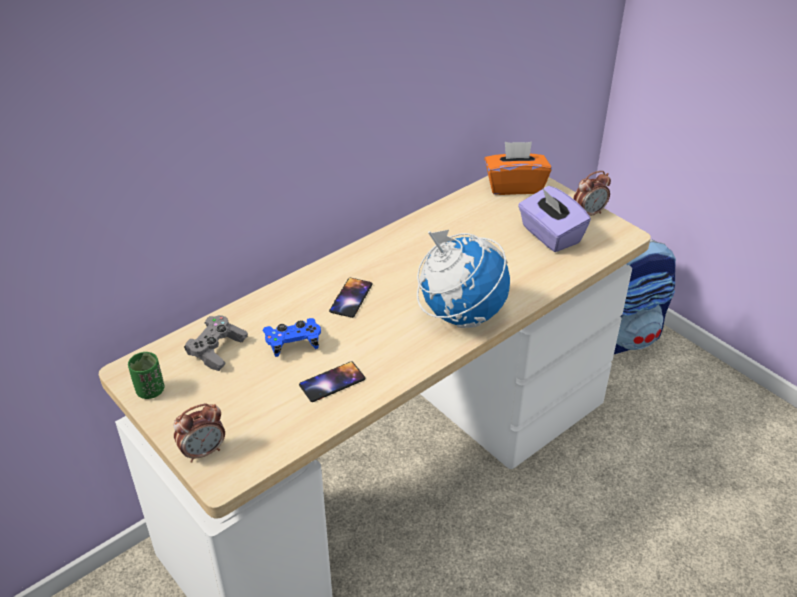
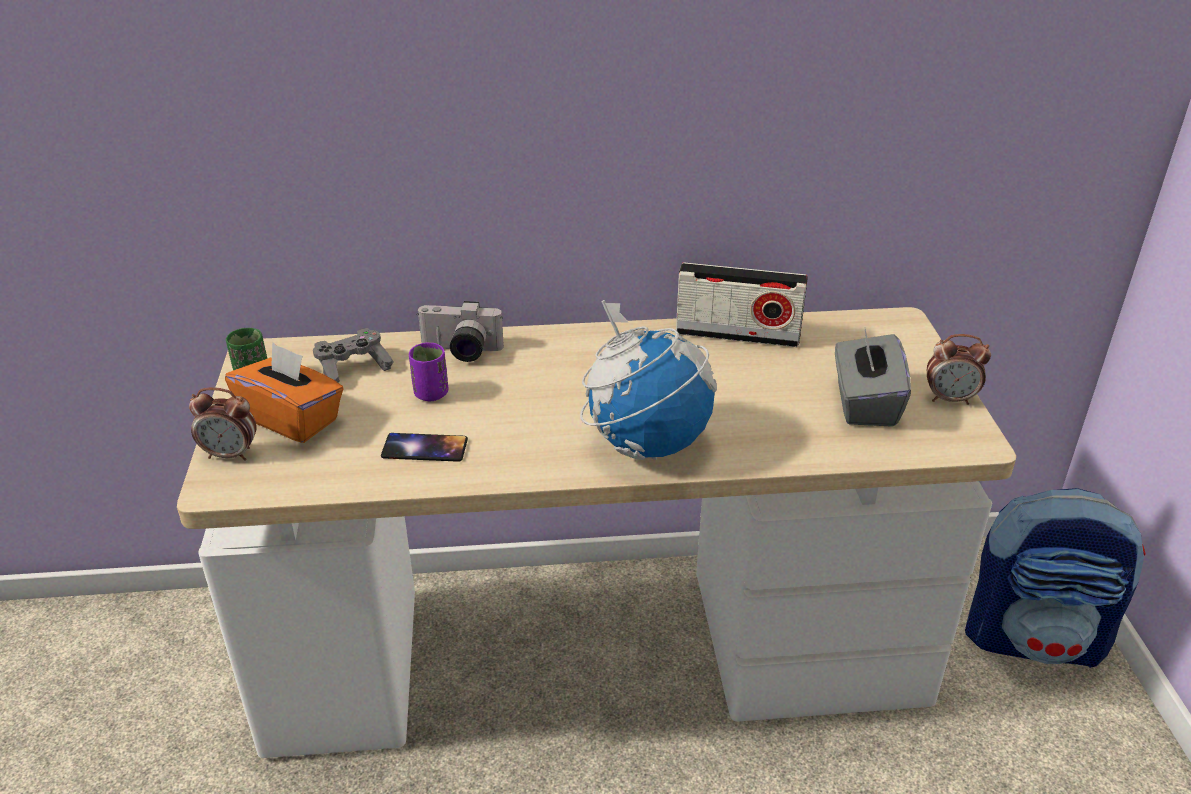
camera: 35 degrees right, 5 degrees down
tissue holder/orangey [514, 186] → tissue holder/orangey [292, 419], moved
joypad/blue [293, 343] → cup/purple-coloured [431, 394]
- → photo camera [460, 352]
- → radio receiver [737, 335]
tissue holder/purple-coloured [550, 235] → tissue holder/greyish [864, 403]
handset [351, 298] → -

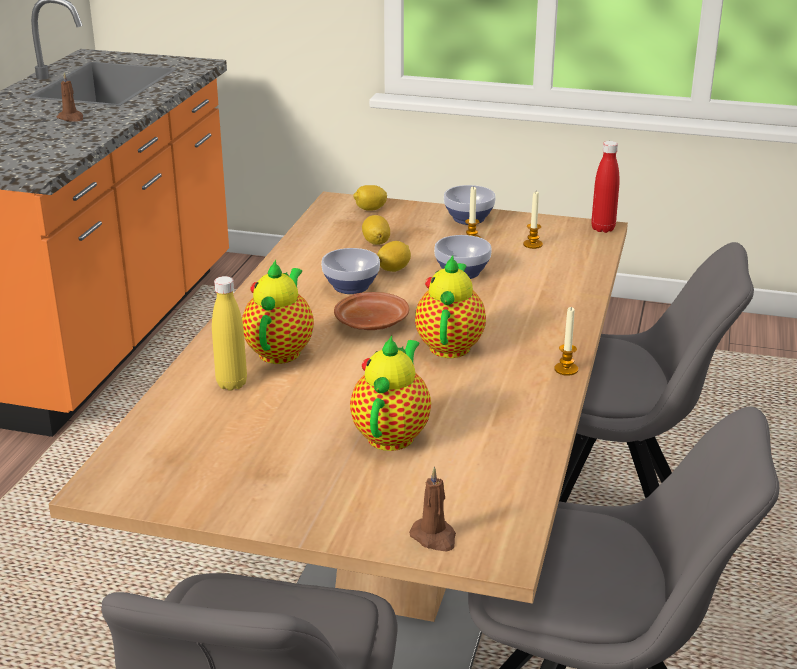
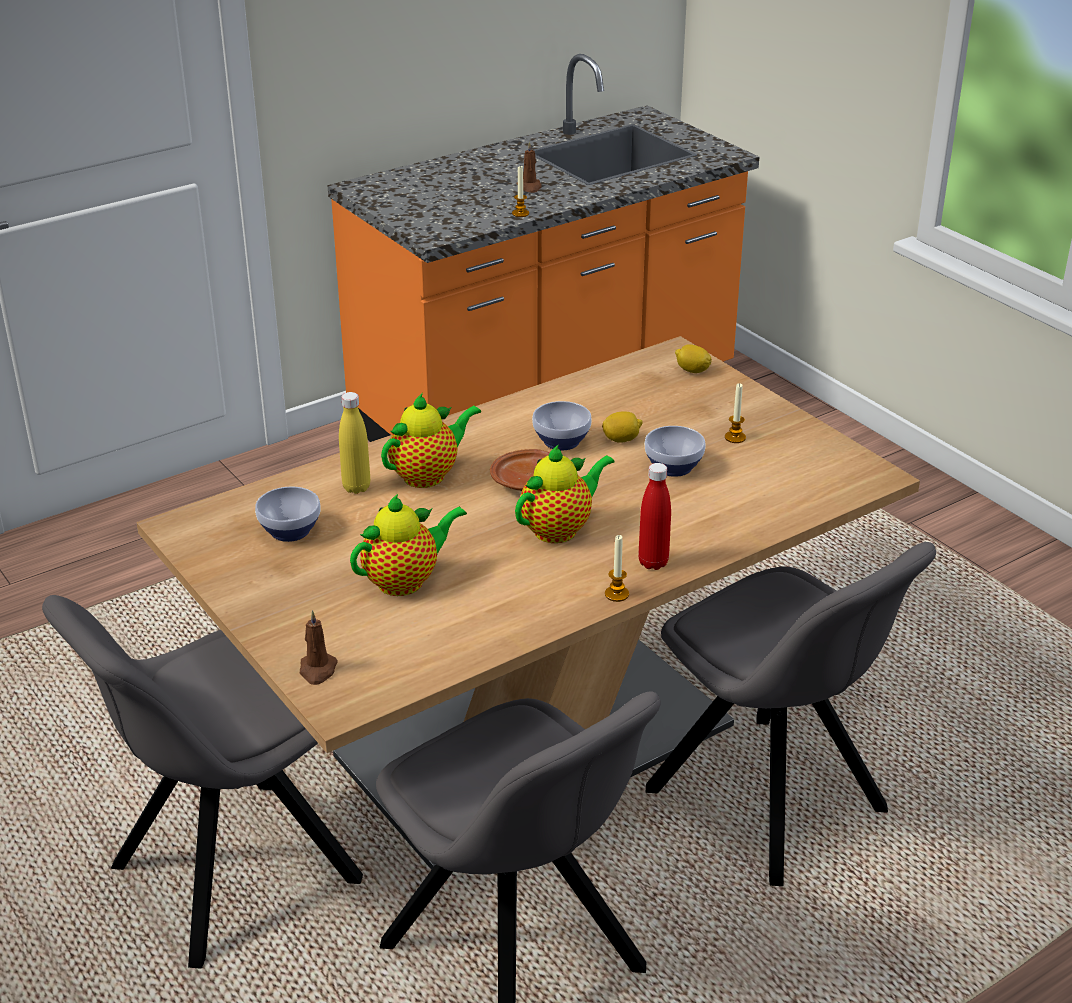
camera: 40 degrees right, 5 degrees up
deep dish [467, 219] → deep dish [290, 530], moved
wax light [532, 244] → wax light [520, 213], moved
beverage bottle/red [603, 228] → beverage bottle/red [653, 563], moved
lemon [376, 242] → -

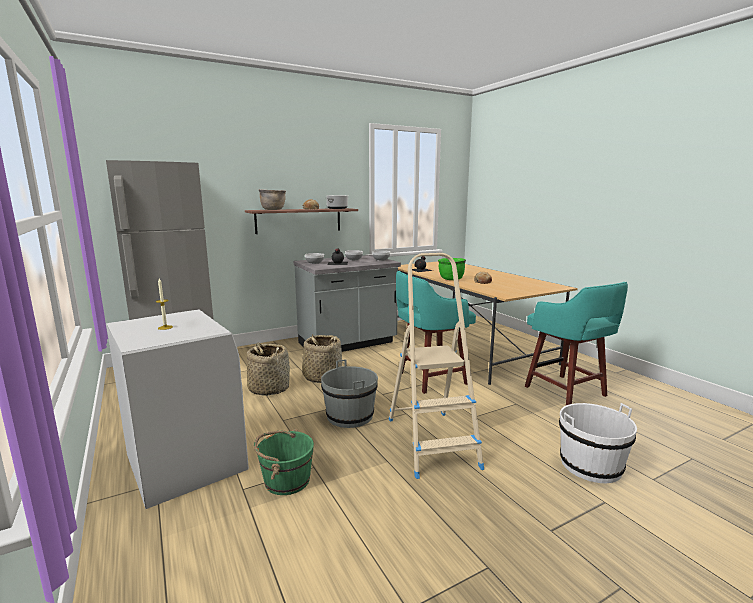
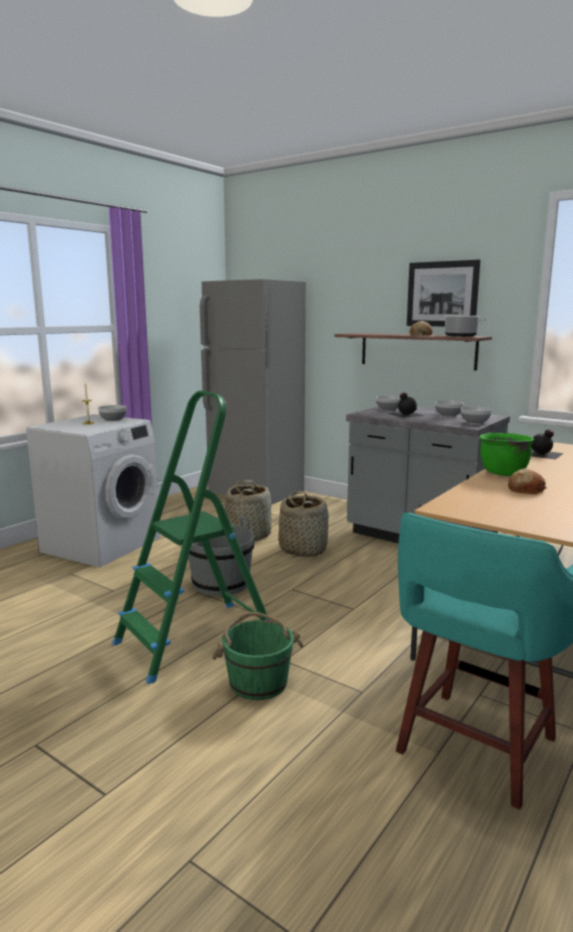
camera: 65 degrees right, 0 degrees up
- → deep dish [112, 419]
step ladder/beige-coloured [432, 442] → step ladder/green [193, 640]
pail/green [286, 480] → pail/green [258, 682], moved
- → wall art [442, 294]
cooking pot/brown-coloured [273, 209] → -
sitting stool/turquoise-coloured [430, 379] → -
pail/white-coloured [591, 466] → -

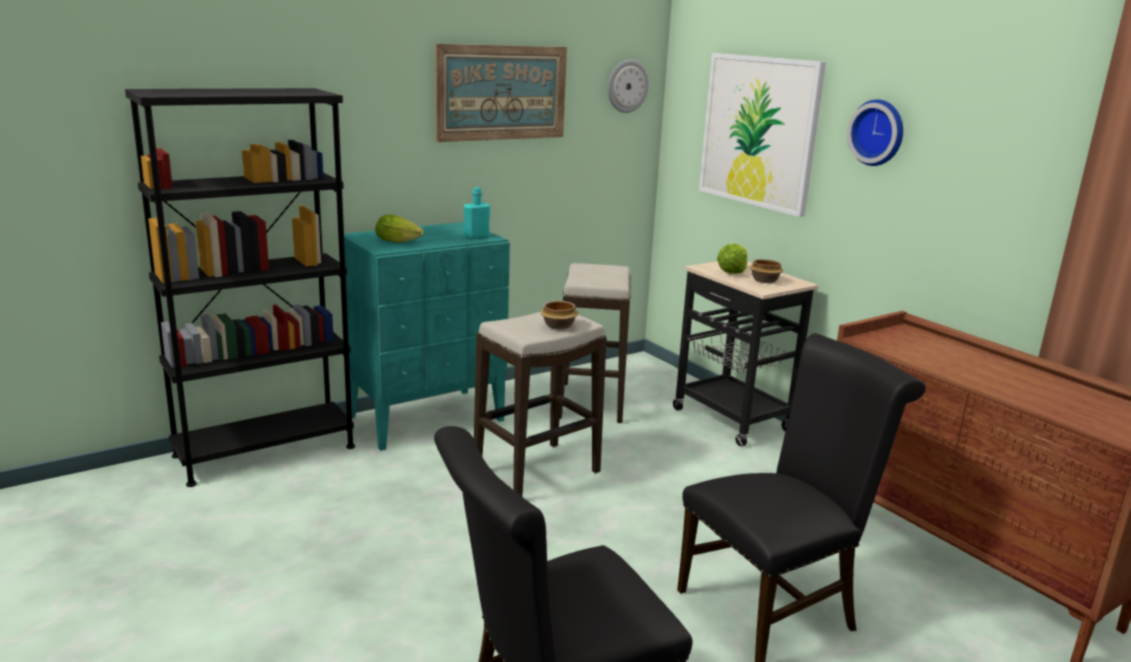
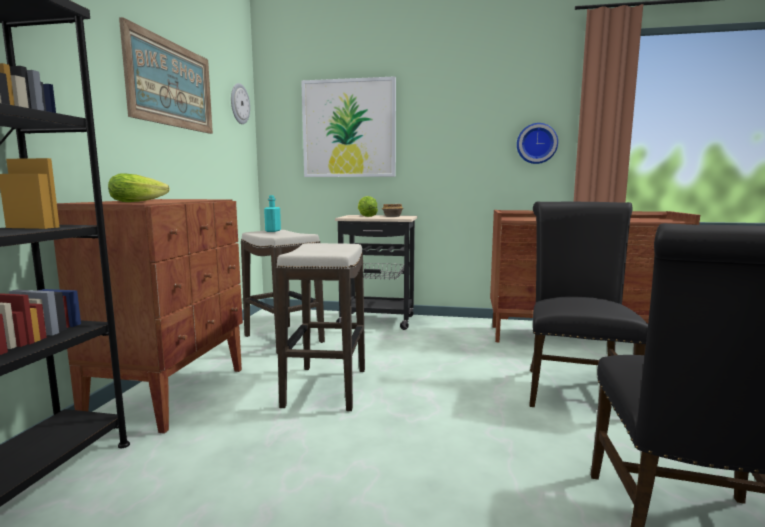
camera: 45 degrees left, 10 degrees down
drawer chest/turquoise-coloured [428, 419] → drawer chest/brown-coloured [173, 393]
beverage bottle/turquoise-coloured [476, 237] → beverage bottle/turquoise-coloured [273, 231], moved
hanging clock [878, 132] → hanging clock [536, 143], moved
deep dish [559, 326] → -

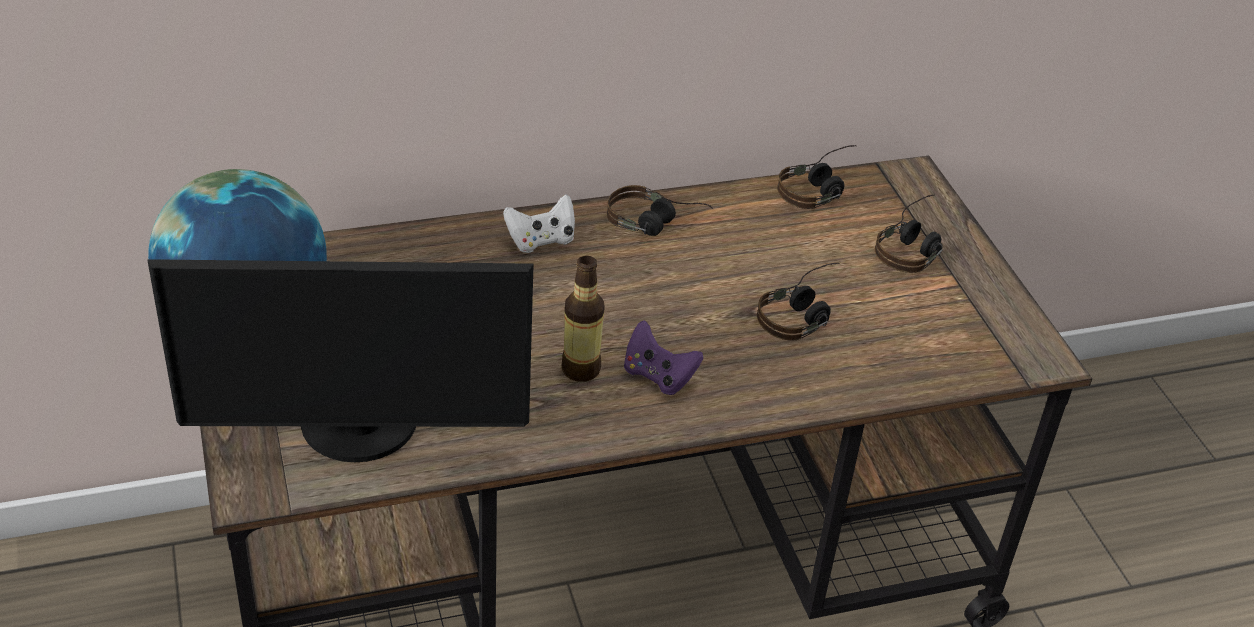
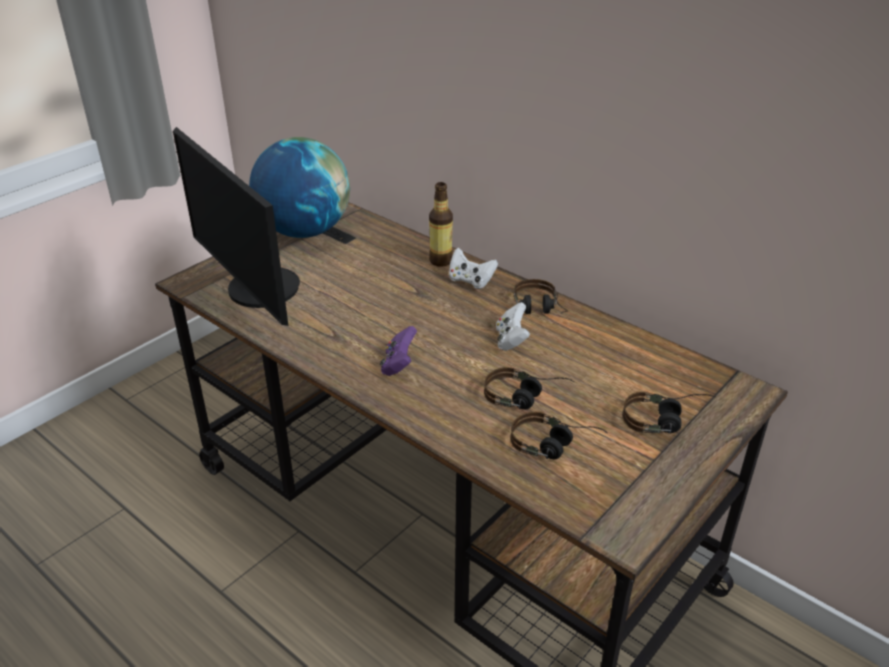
camera: 60 degrees right, 5 degrees down
beverage bottle [580, 369] → beverage bottle [441, 261], moved
- → joypad/white-coloured [511, 340]
headset [820, 189] → headset [555, 447], moved

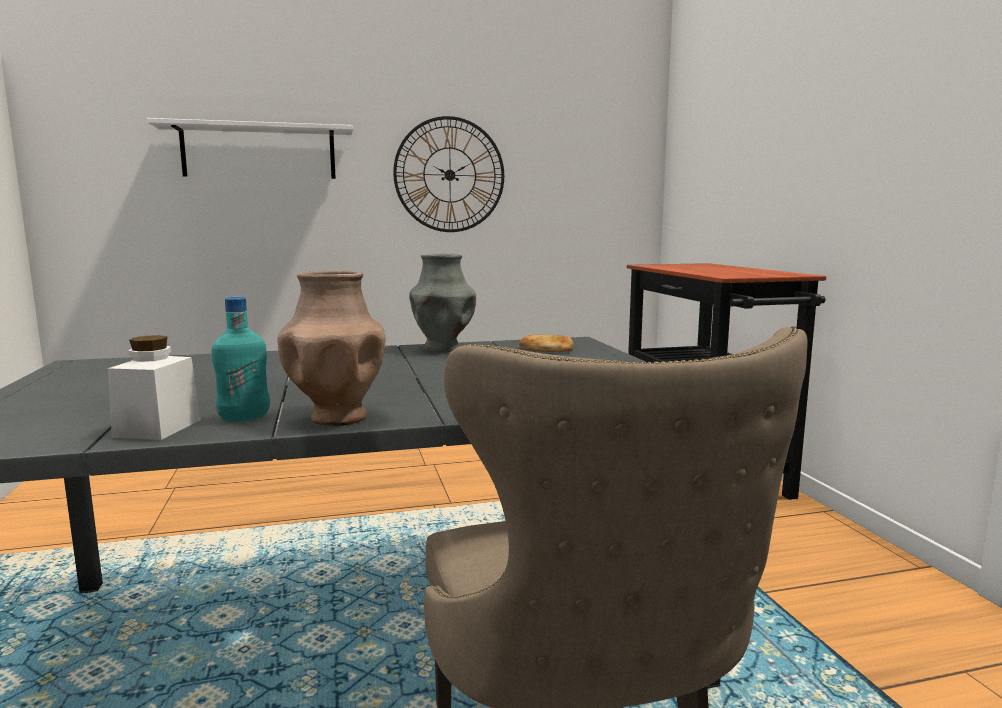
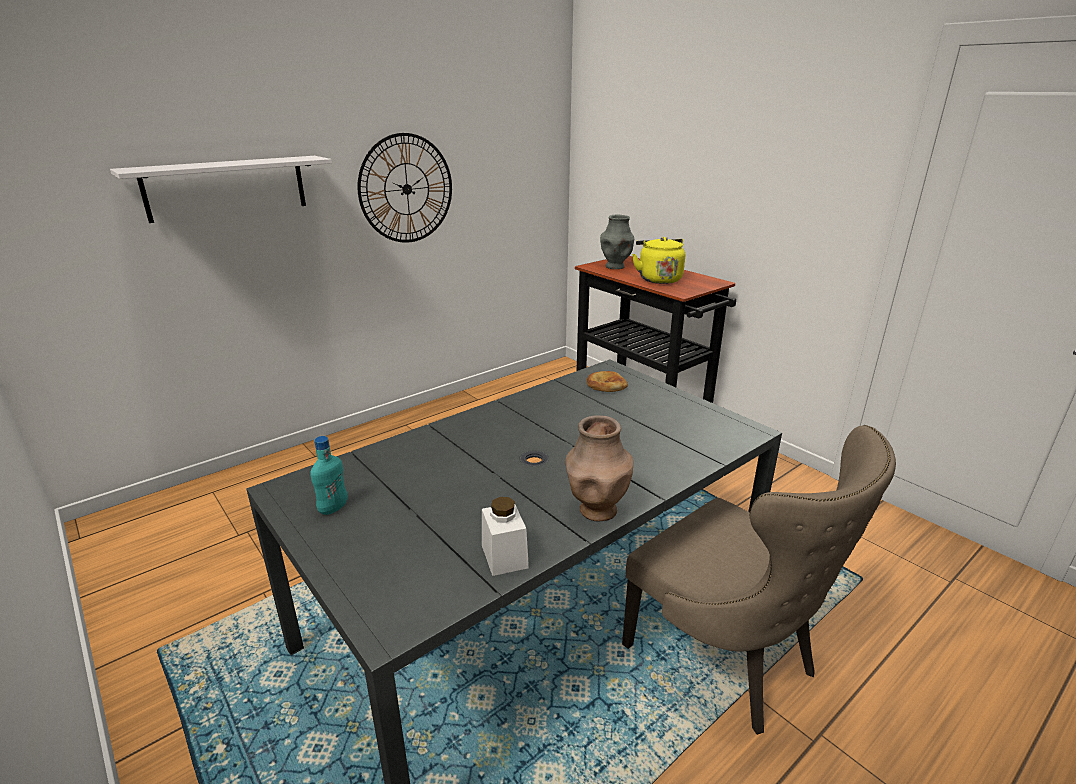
camera: 25 degrees left, 15 degrees up
beverage bottle/turquoise-coloured [244, 418] → beverage bottle/turquoise-coloured [333, 508], moved
decorative vase/greyish [442, 348] → decorative vase/greyish [615, 267], moved
- → water kettle/yellow [658, 279]

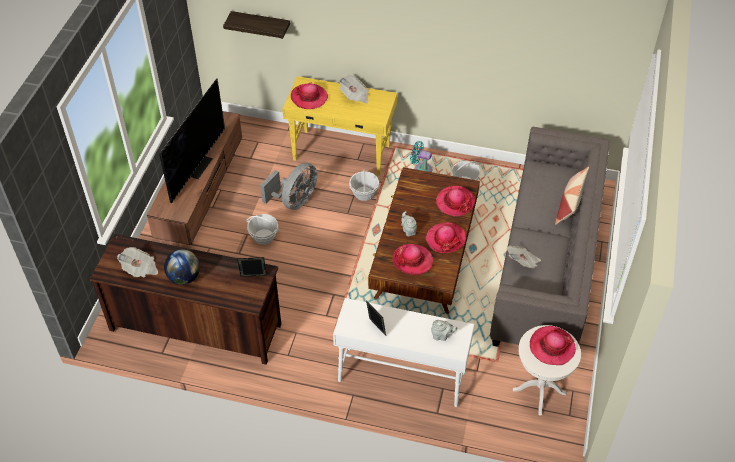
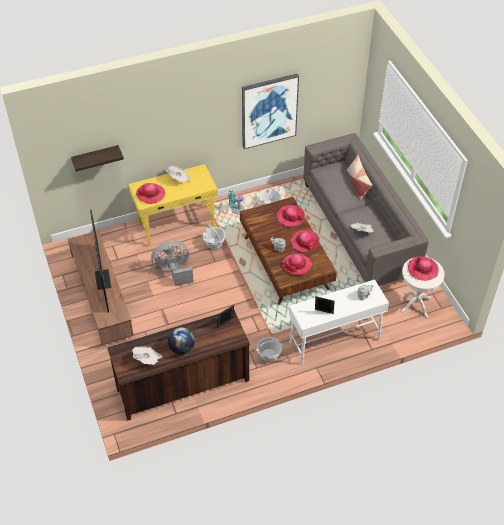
camera: 35 degrees left, 0 degrees up
cooling fan/greyish [294, 201] → cooling fan/greyish [173, 271], 105 degrees counterclockwise
- → wall art [269, 110]
household basket [264, 237] → household basket [269, 355], moved

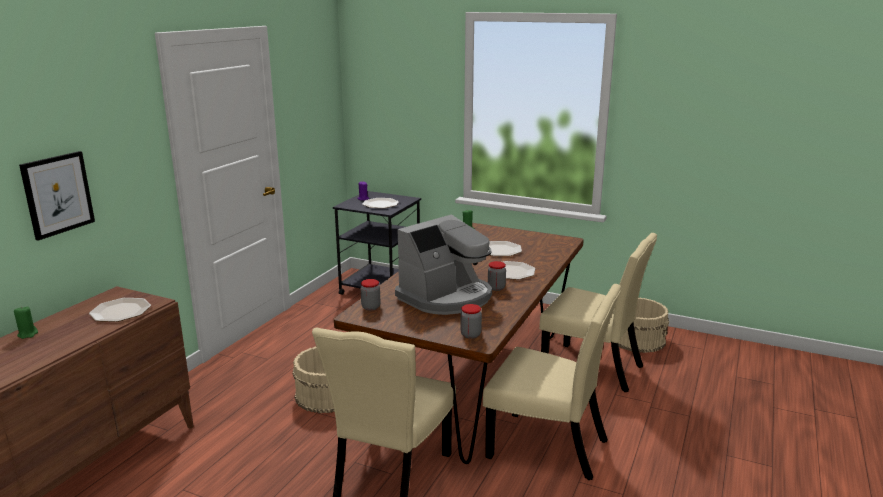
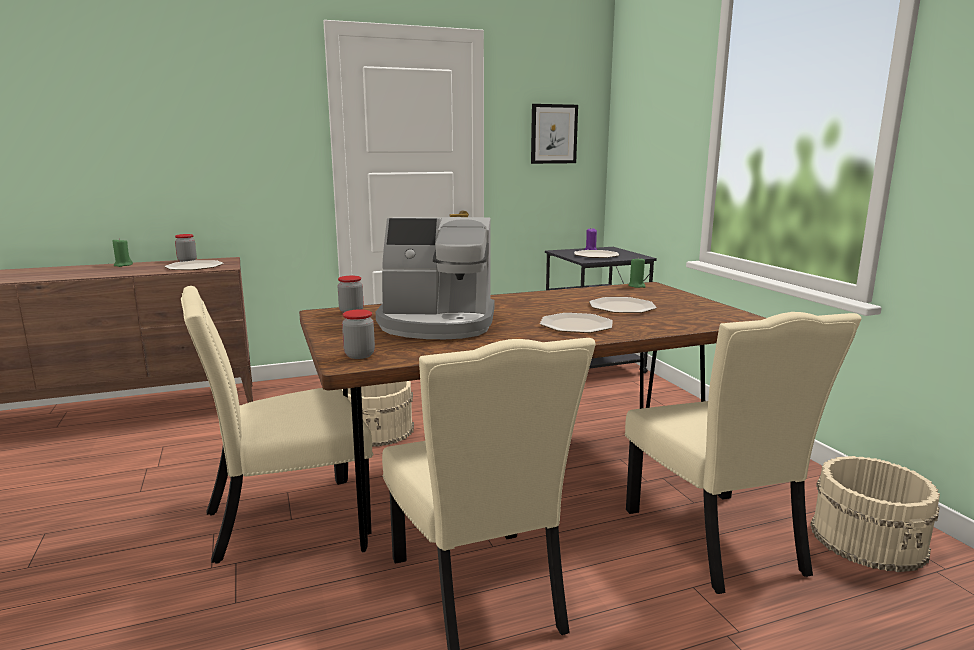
camera: 45 degrees right, 5 degrees down
jar [496, 288] → jar [187, 261], moved
wall art [58, 194] → wall art [553, 134], moved

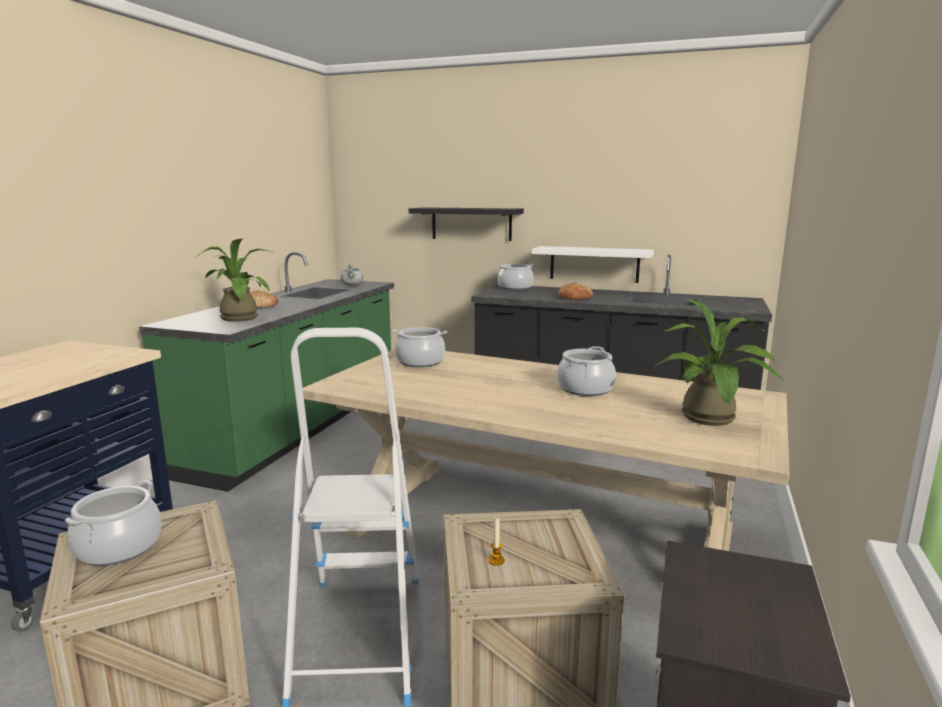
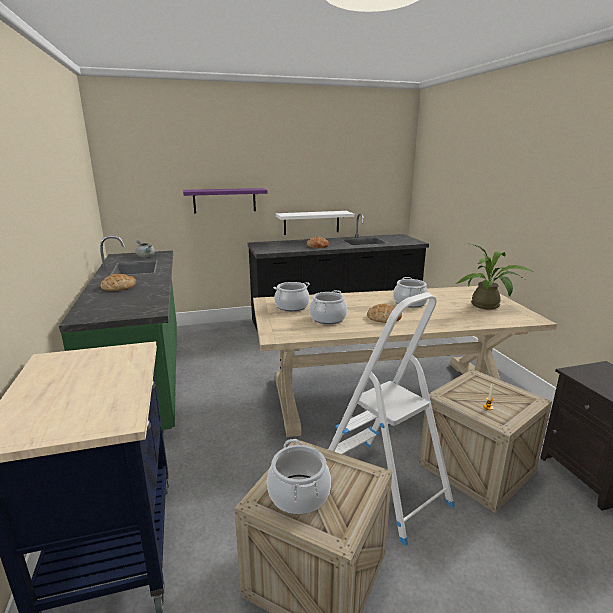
camera: 35 degrees left, 5 degrees up
bracket shelf/black [471, 224] → bracket shelf/purple-coloured [224, 200]
cooking pot [515, 288] → cooking pot [327, 318], moved
- → bread [383, 317]
houseplant [239, 317] → -

